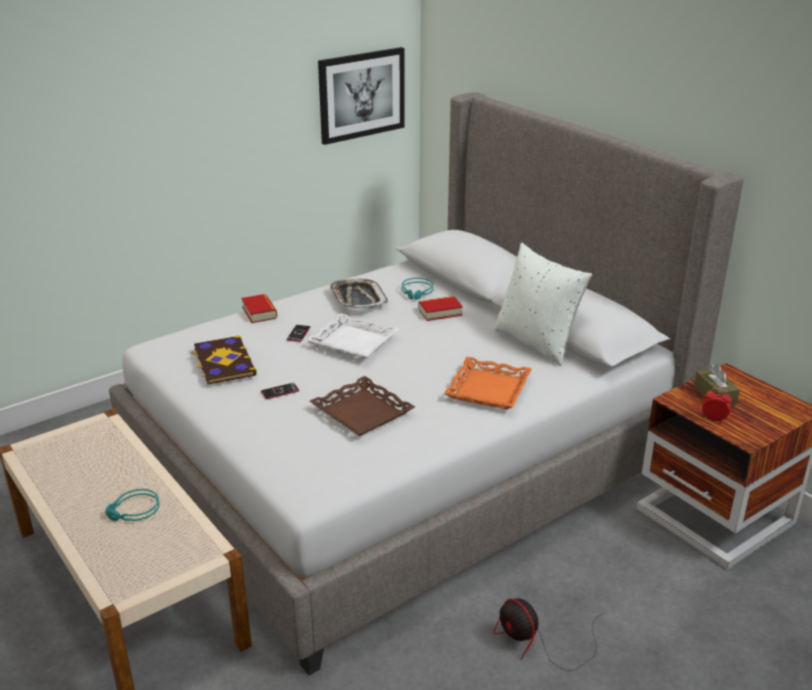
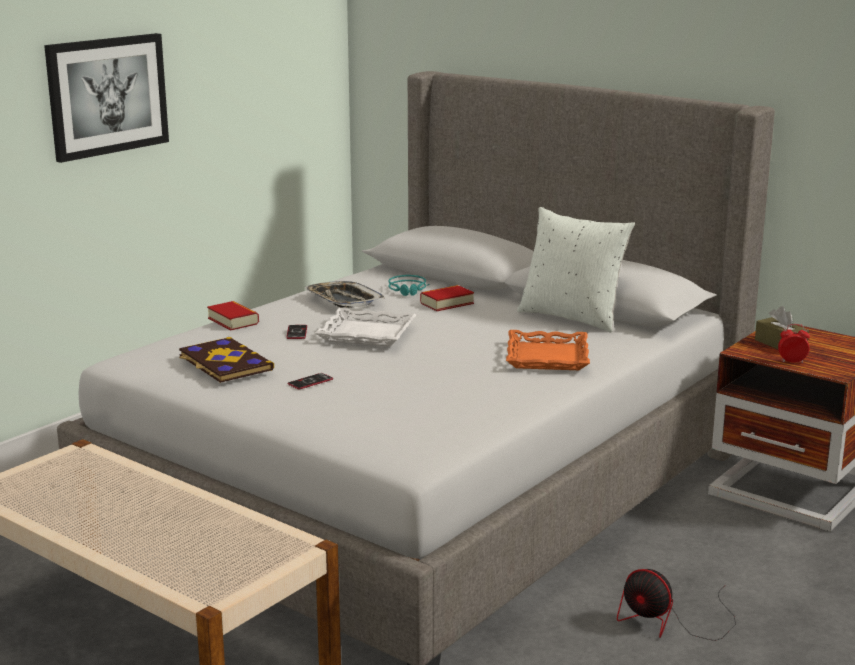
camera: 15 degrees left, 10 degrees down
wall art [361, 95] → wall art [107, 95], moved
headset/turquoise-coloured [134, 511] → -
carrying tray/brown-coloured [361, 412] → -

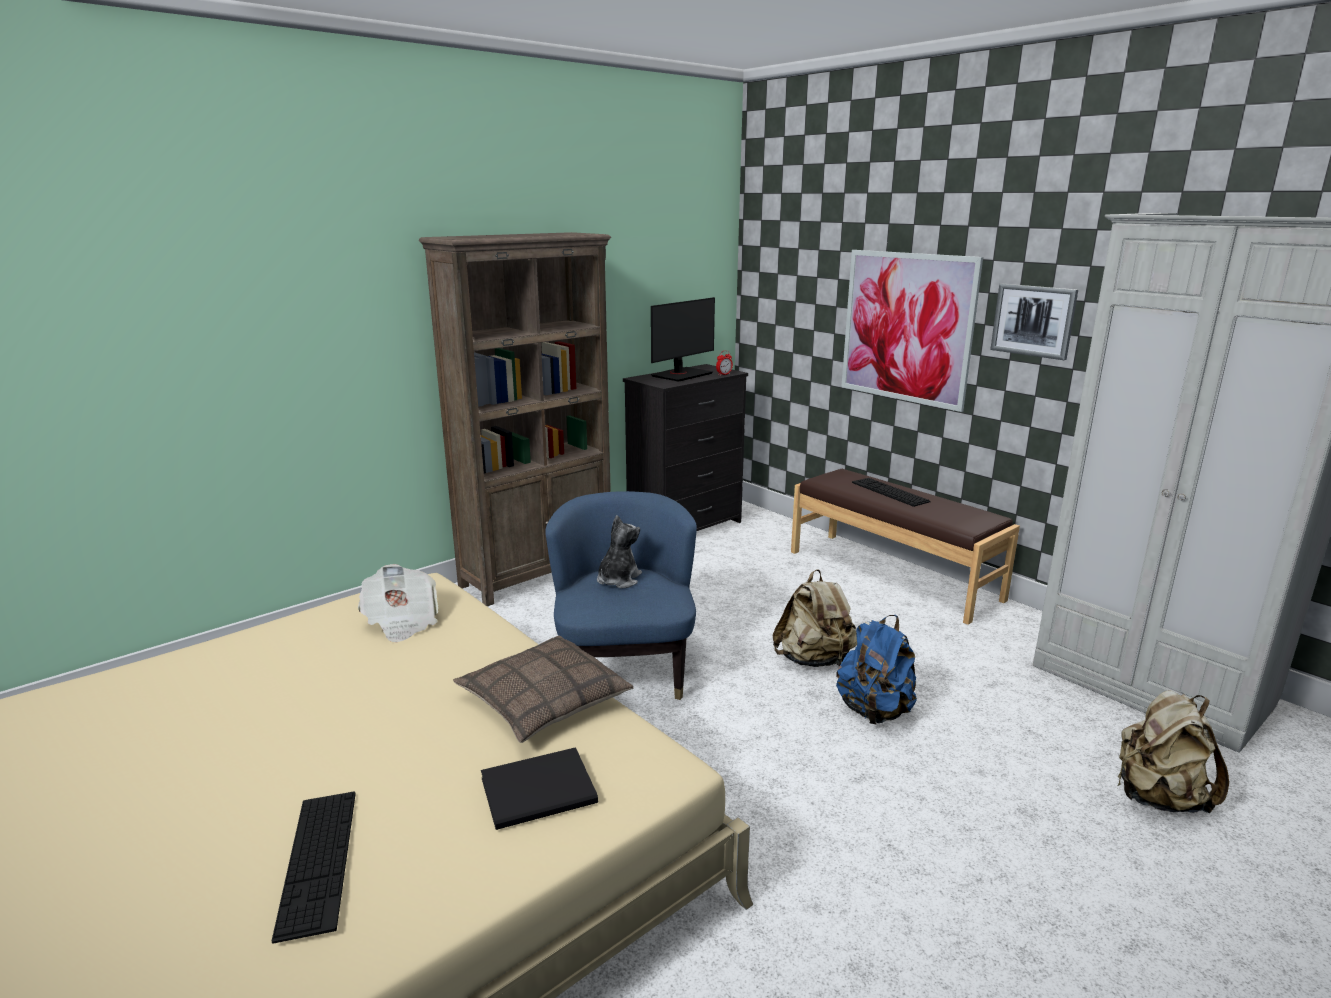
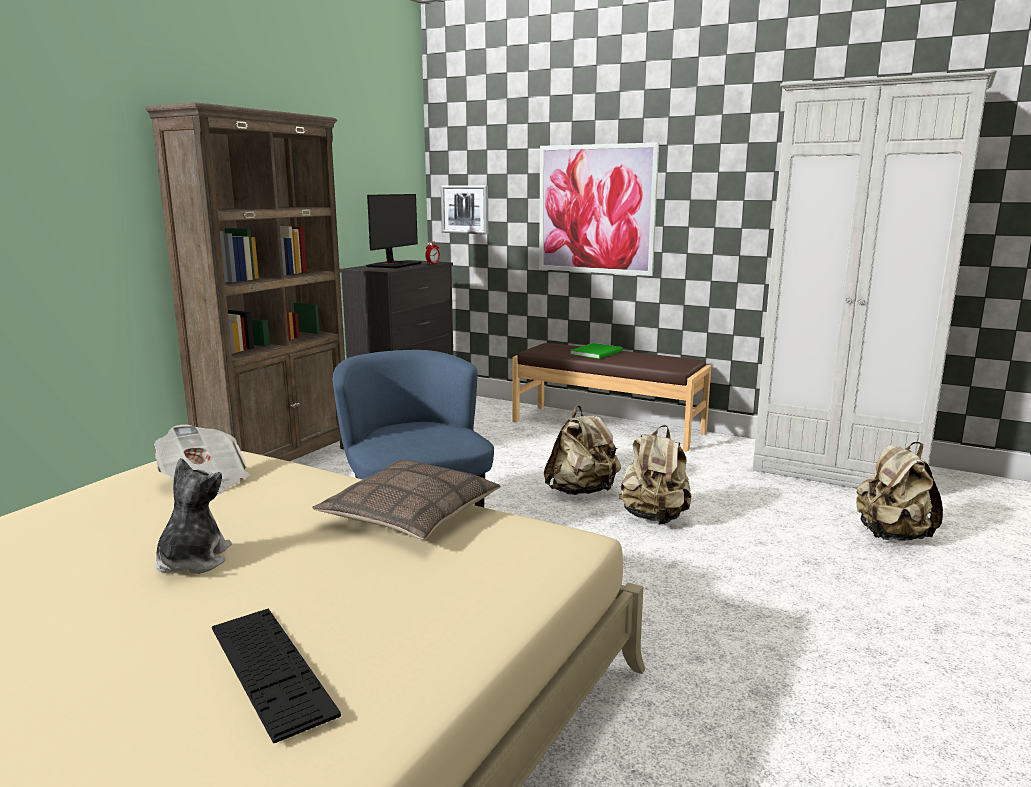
camera: 20 degrees left, 5 degrees down
plush toy [618, 580] → plush toy [192, 561], moved
wall art [1033, 320] → wall art [465, 209], moved
PC keyboard [889, 492] → book/green [598, 353]
knapsack/blue [874, 711] → knapsack/beige-coloured [654, 518]
book/black [542, 792] → -

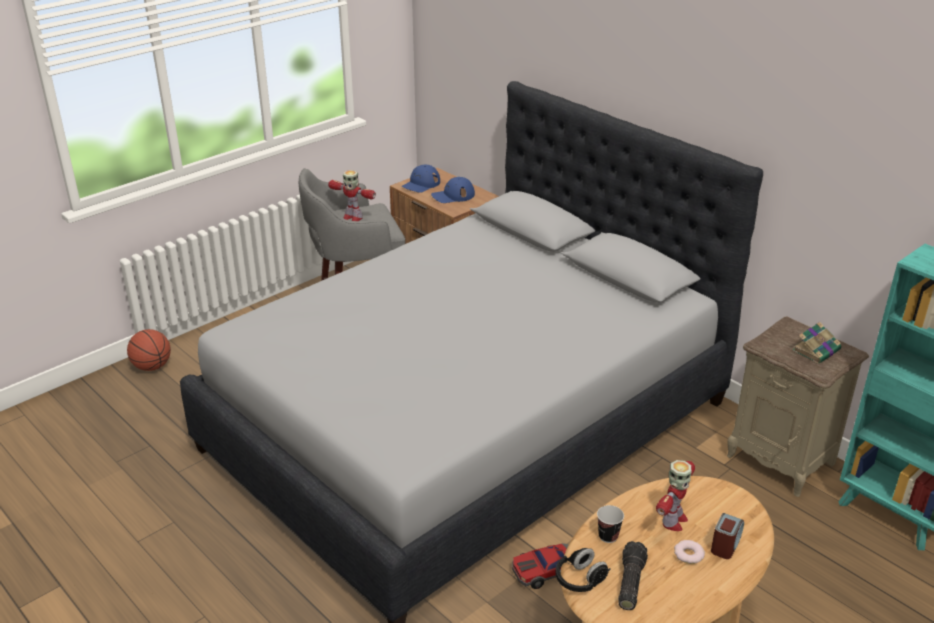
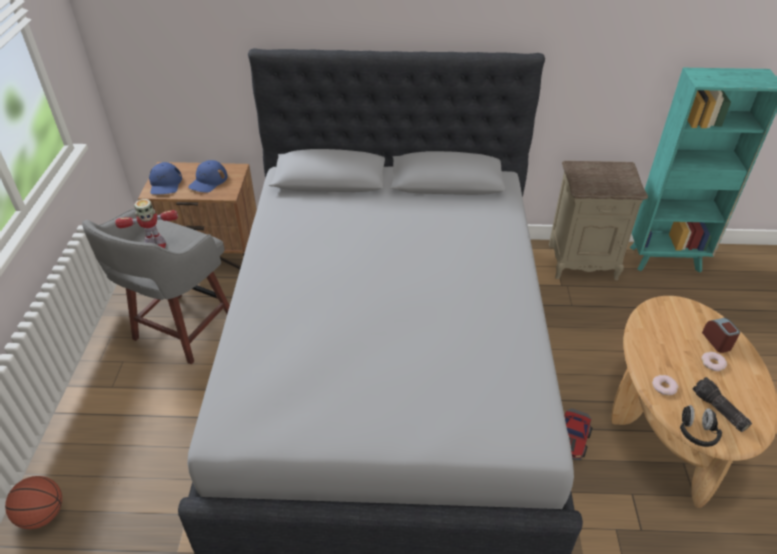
camera: 45 degrees left, 10 degrees up
cup [608, 536] → doughnut [664, 387]
toy robot [673, 521] → -
book [816, 350] → -

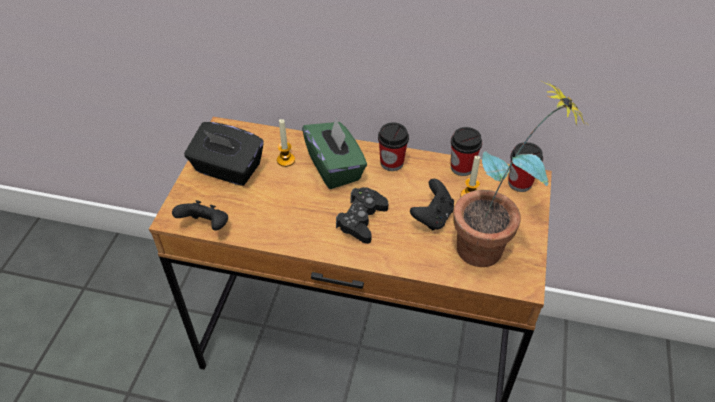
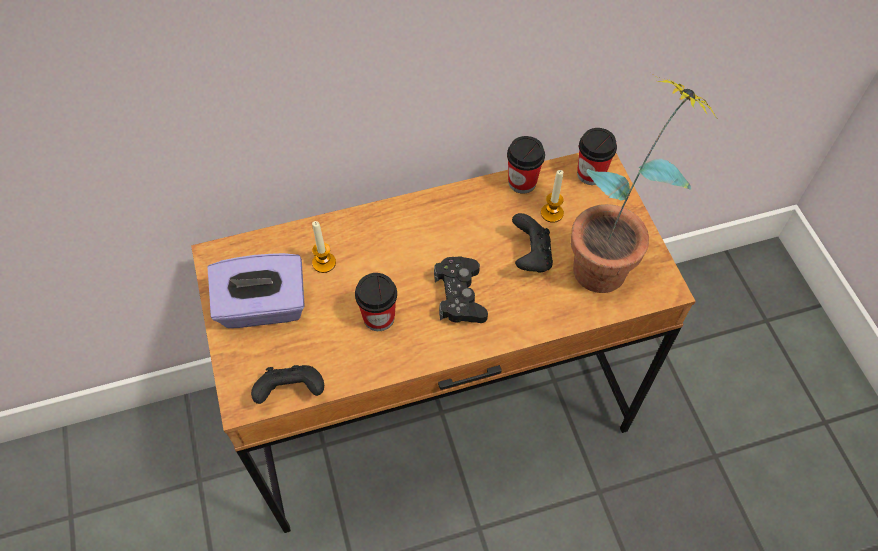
camera: 30 degrees left, 10 degrees up
tissue holder/black [227, 169] → tissue holder/purple-coloured [263, 307]
cup [392, 163] → cup [379, 317], moved
tissue holder/green [335, 167] → -

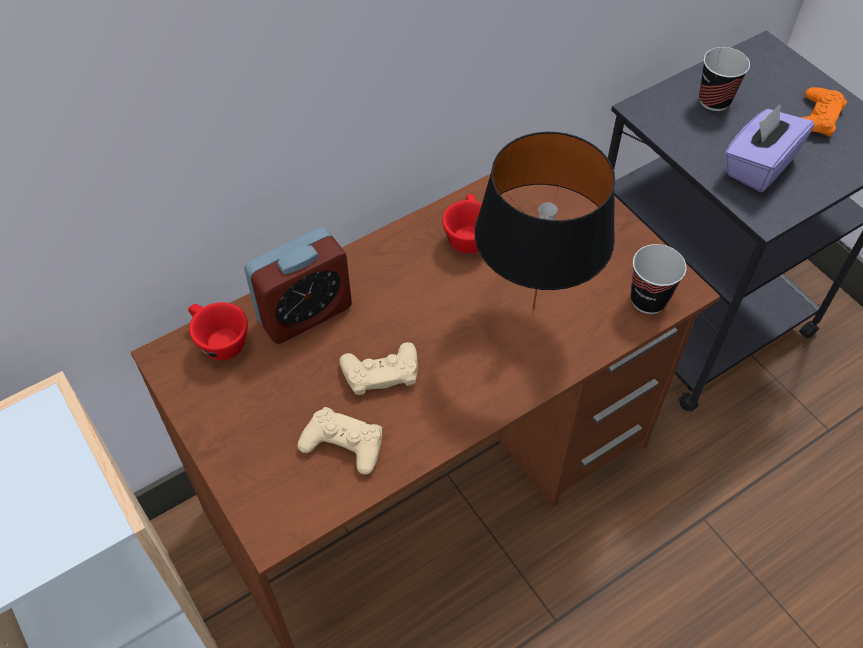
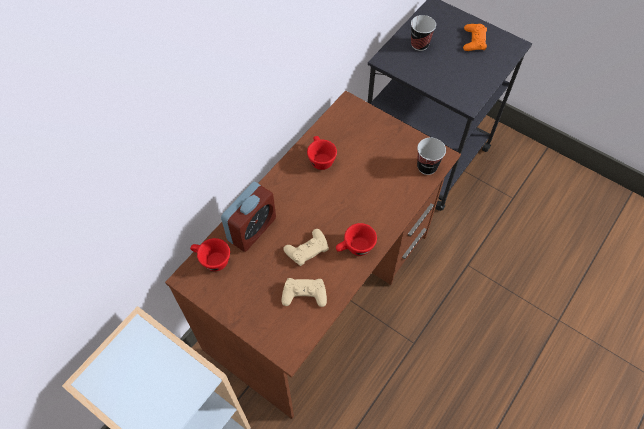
camera: 20 degrees left, 5 degrees up
- → cup/red [355, 248]
lamp for a table/black [535, 309] → -
tissue holder/purple-coloured [758, 165] → -

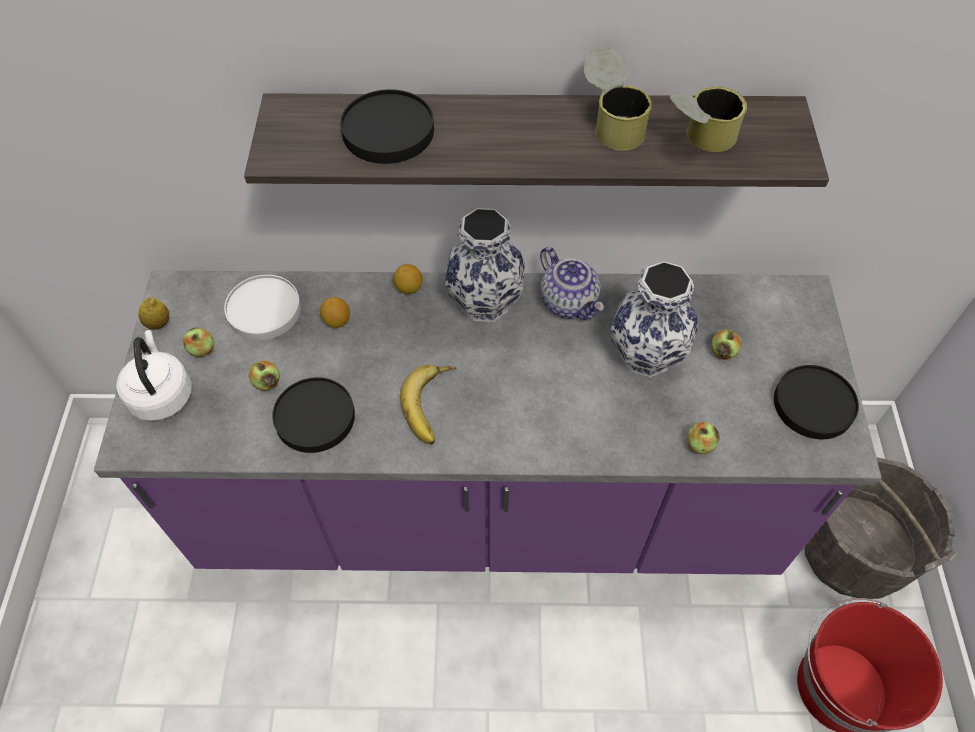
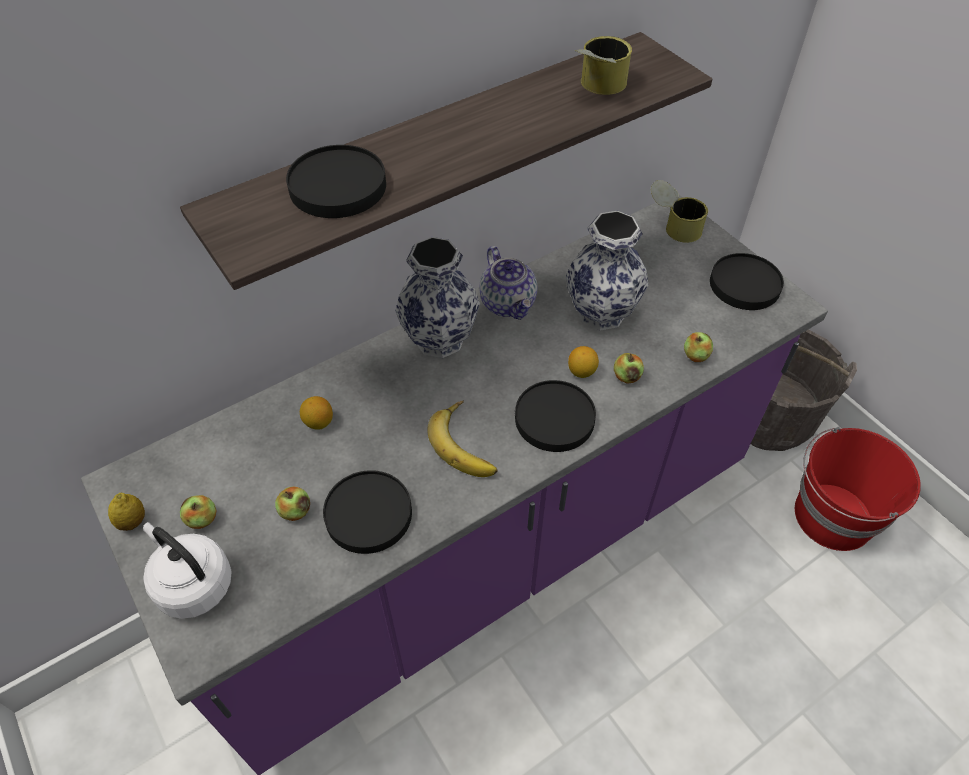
camera: 35 degrees left, 5 degrees down
teapot [569, 302] → teapot [509, 303], 45 degrees clockwise
- → plate/black [554, 418]
lemon [409, 288] → lemon [581, 372], moved
apple [723, 352] → apple [626, 376], moved
metal can [612, 123] → metal can [673, 226], moved
plate/white-coloured [263, 310] → -

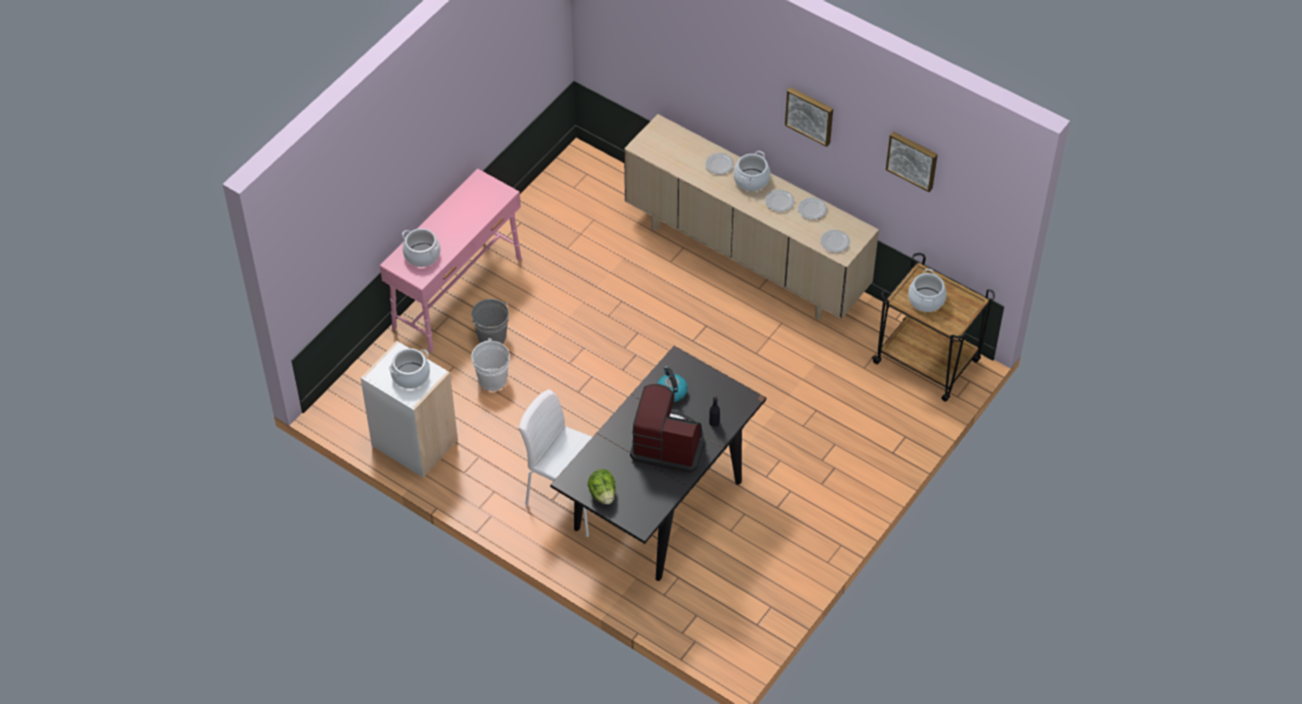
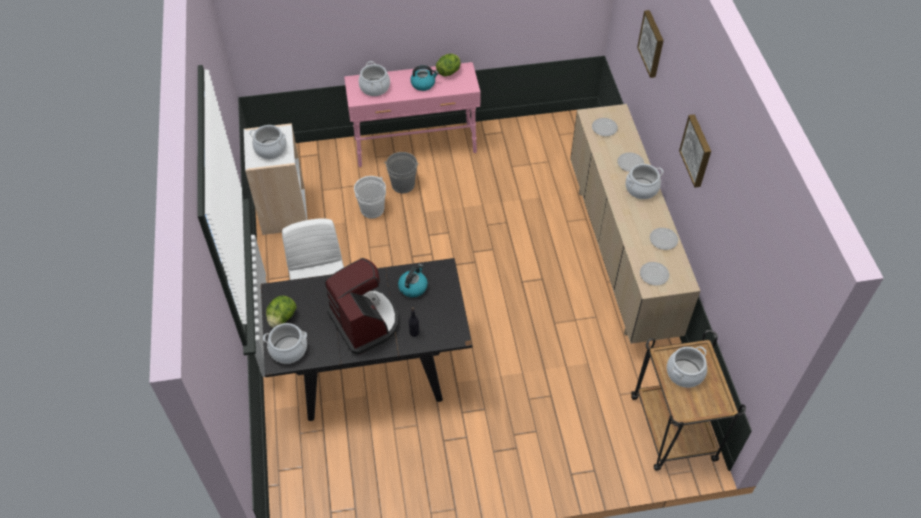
camera: 45 degrees right, 0 degrees up
- → cooking pot [288, 350]
- → water kettle [423, 84]
- → lettuce [449, 72]
plate [779, 202] → plate [604, 128], moved
wall art [913, 160] → wall art [652, 43], moved

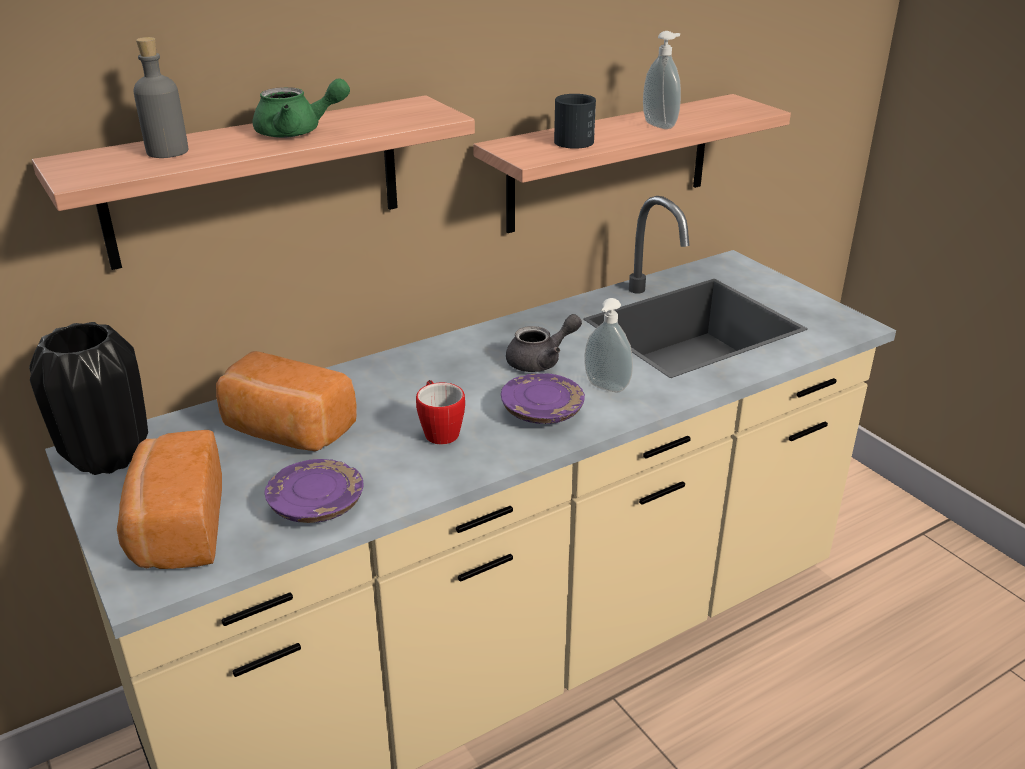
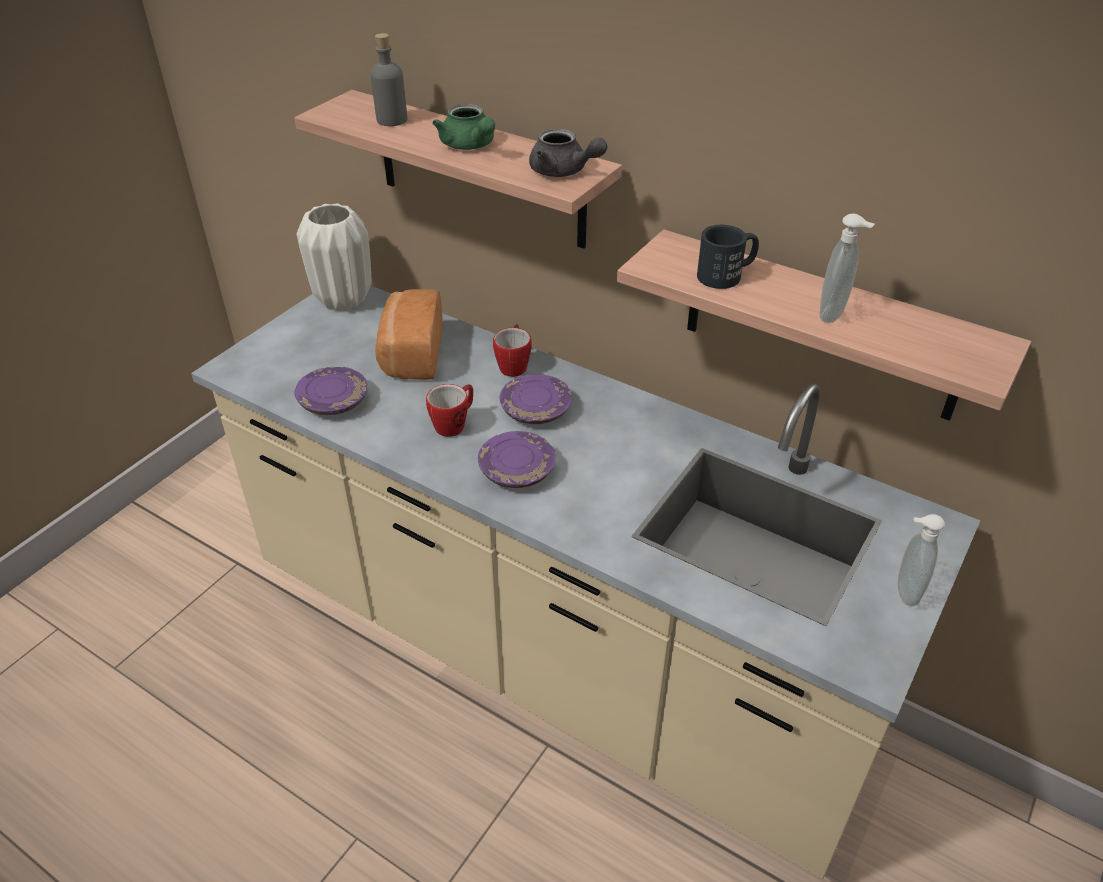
camera: 65 degrees right, 10 degrees up
decorative vase/black [109, 457] → decorative vase/white-coloured [344, 300]
- → coffee mug [514, 365]
- → plate/purple-coloured [536, 410]
teapot/greyish [541, 361] → teapot/greyish [563, 172], moved
soap dispenser [605, 388] → soap dispenser [904, 591], moved
bread [176, 529] → -

